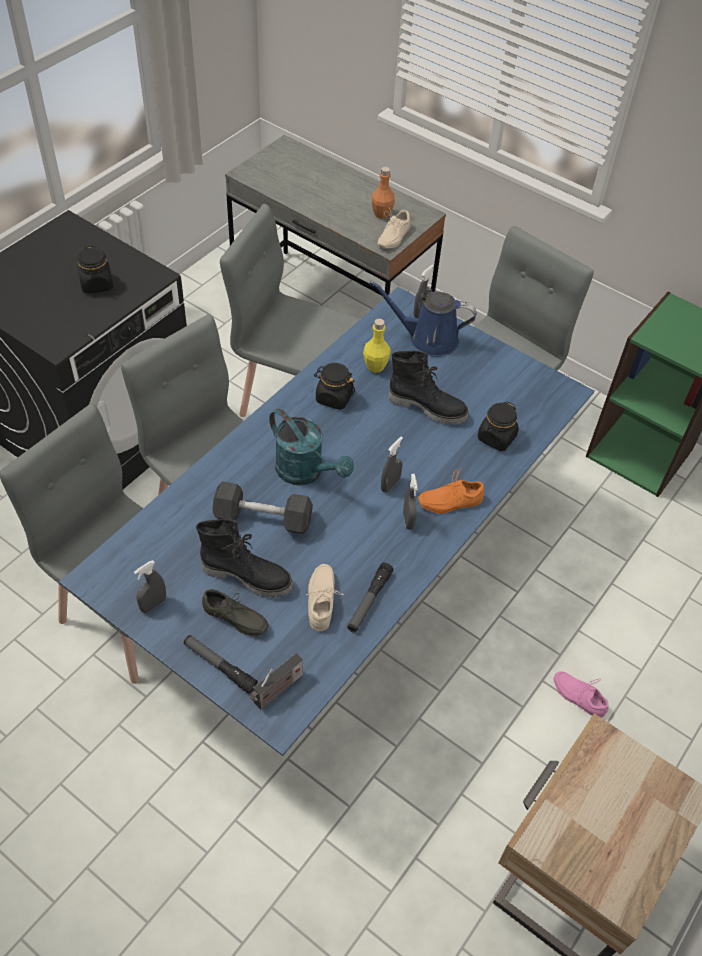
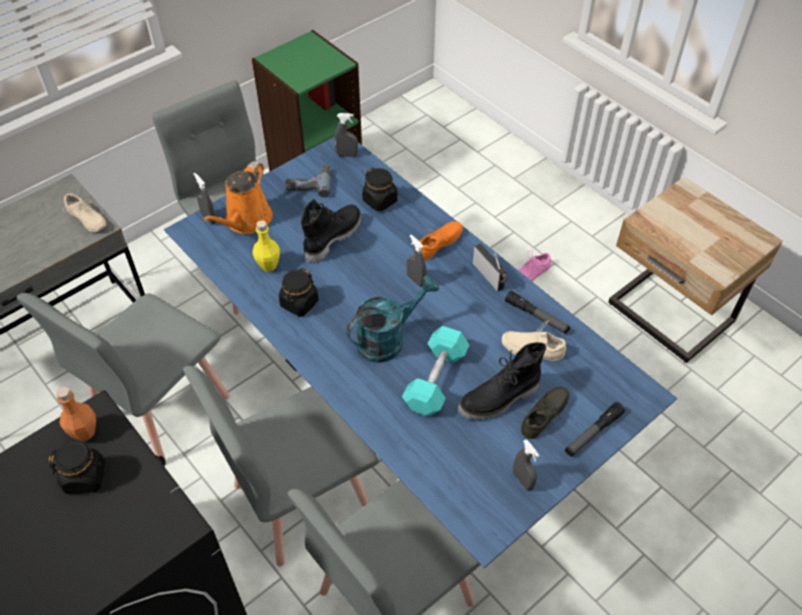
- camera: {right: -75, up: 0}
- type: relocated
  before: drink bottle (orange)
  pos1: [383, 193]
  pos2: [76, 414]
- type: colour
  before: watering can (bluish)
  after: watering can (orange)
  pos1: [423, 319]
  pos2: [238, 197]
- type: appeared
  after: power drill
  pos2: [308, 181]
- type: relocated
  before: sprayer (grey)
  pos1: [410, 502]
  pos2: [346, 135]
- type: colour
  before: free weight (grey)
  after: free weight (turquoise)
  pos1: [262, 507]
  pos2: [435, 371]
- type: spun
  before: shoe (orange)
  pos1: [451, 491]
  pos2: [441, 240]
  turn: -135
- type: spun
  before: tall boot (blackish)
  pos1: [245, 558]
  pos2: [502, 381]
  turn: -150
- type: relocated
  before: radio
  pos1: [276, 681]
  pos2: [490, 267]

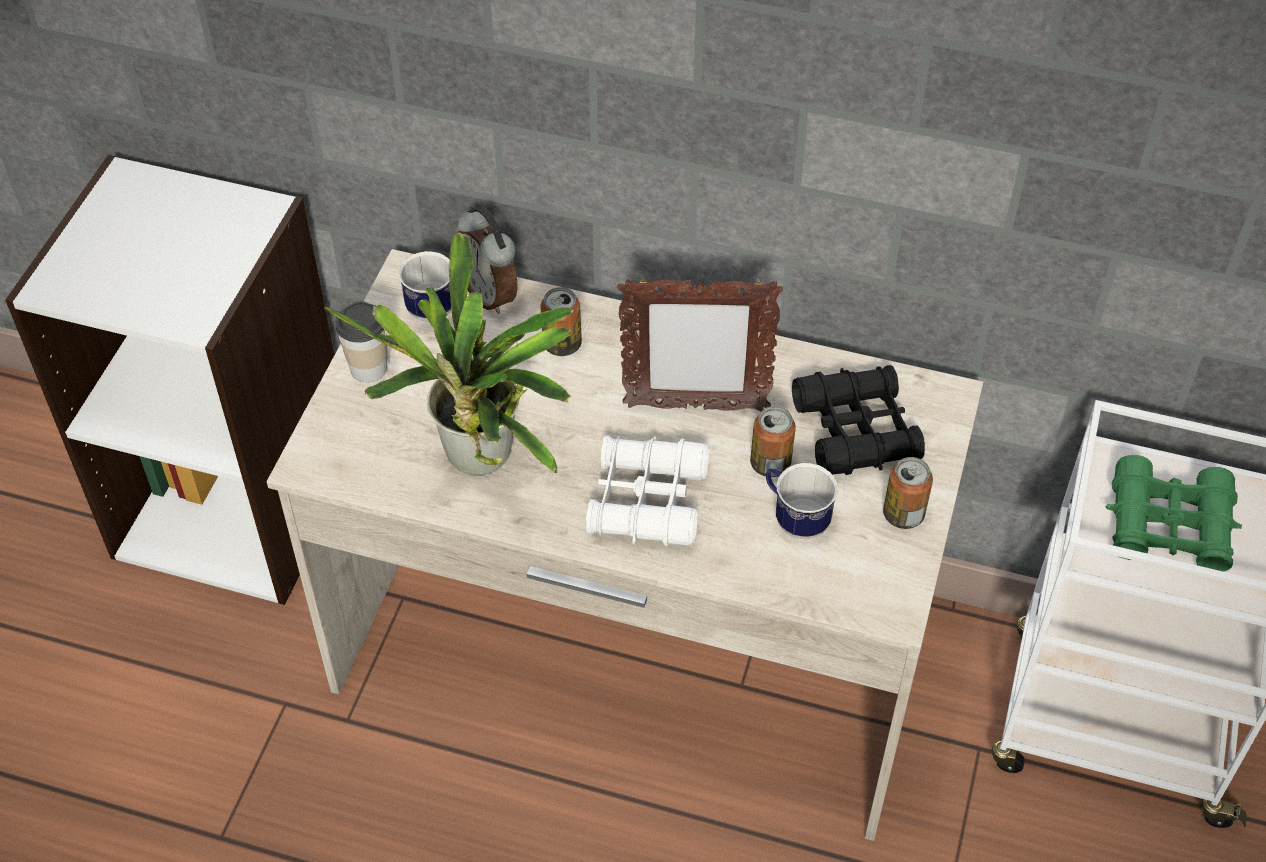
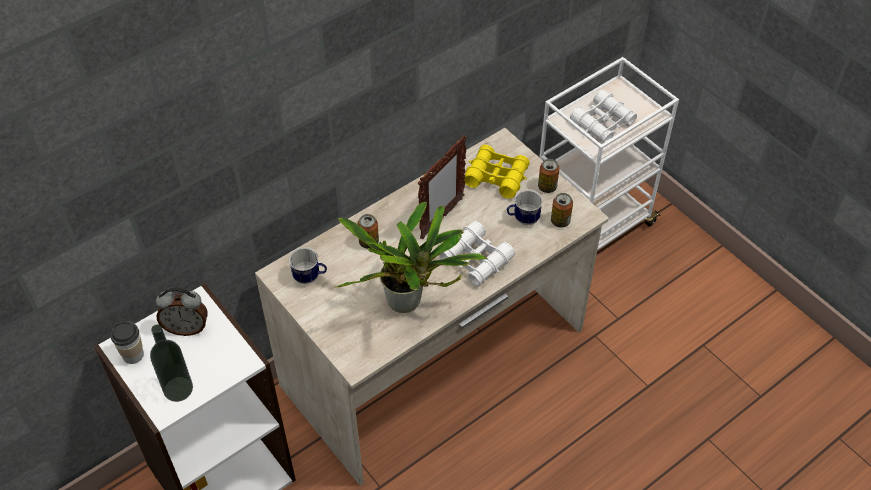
- camera: {right: -55, up: 0}
- type: relocated
  before: drinking cup
  pos1: [361, 341]
  pos2: [127, 342]
- type: appeared
  after: drink bottle
  pos2: [171, 363]
- type: relocated
  before: alarm clock
  pos1: [487, 260]
  pos2: [182, 311]
- type: colour
  before: binoculars (blackish)
  after: binoculars (yellowish)
  pos1: [858, 420]
  pos2: [497, 172]
- type: relocated
  before: can
  pos1: [773, 441]
  pos2: [562, 210]
- type: colour
  before: binoculars (green)
  after: binoculars (white)
  pos1: [1173, 513]
  pos2: [603, 116]

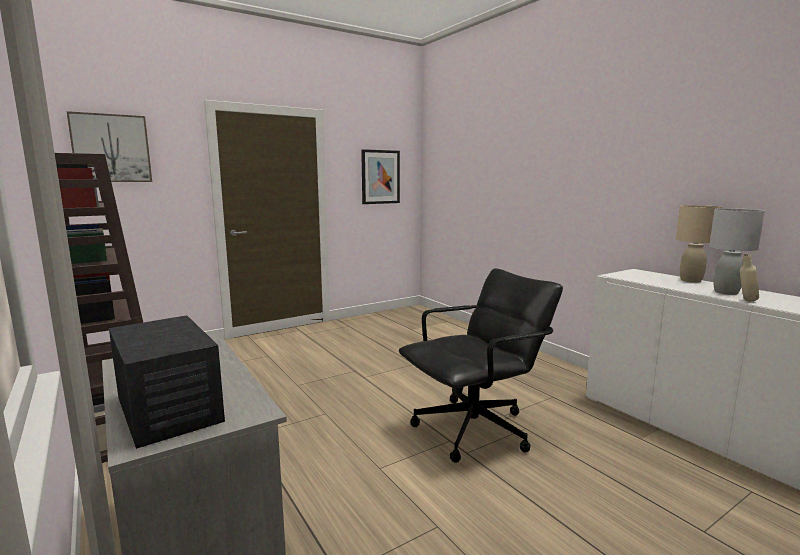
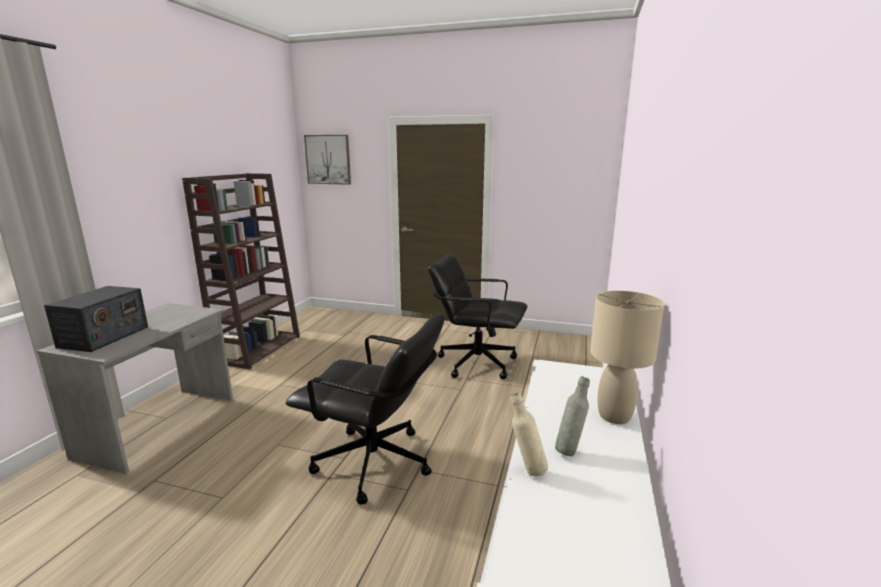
- camera: {right: 50, up: 5}
- type: appeared
  after: computer chair (blackish)
  pos2: [478, 316]
- type: exchanged
  before: lamp for a table (grey)
  after: drink bottle (grey)
  pos1: [737, 251]
  pos2: [572, 416]
- type: missing
  before: wall art
  pos1: [380, 176]

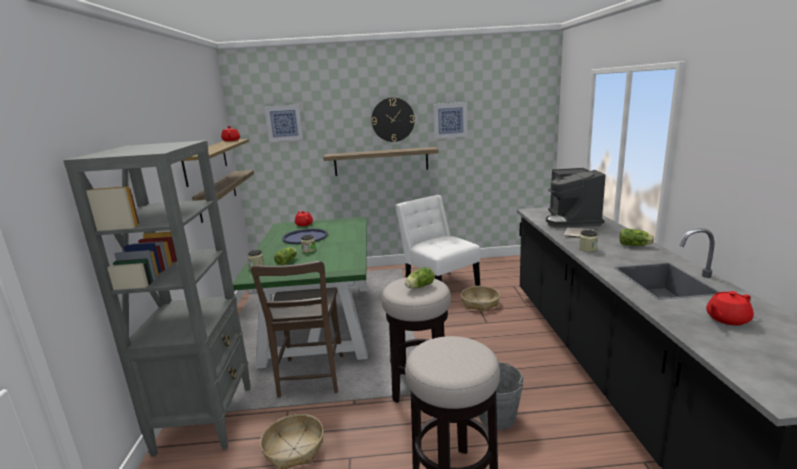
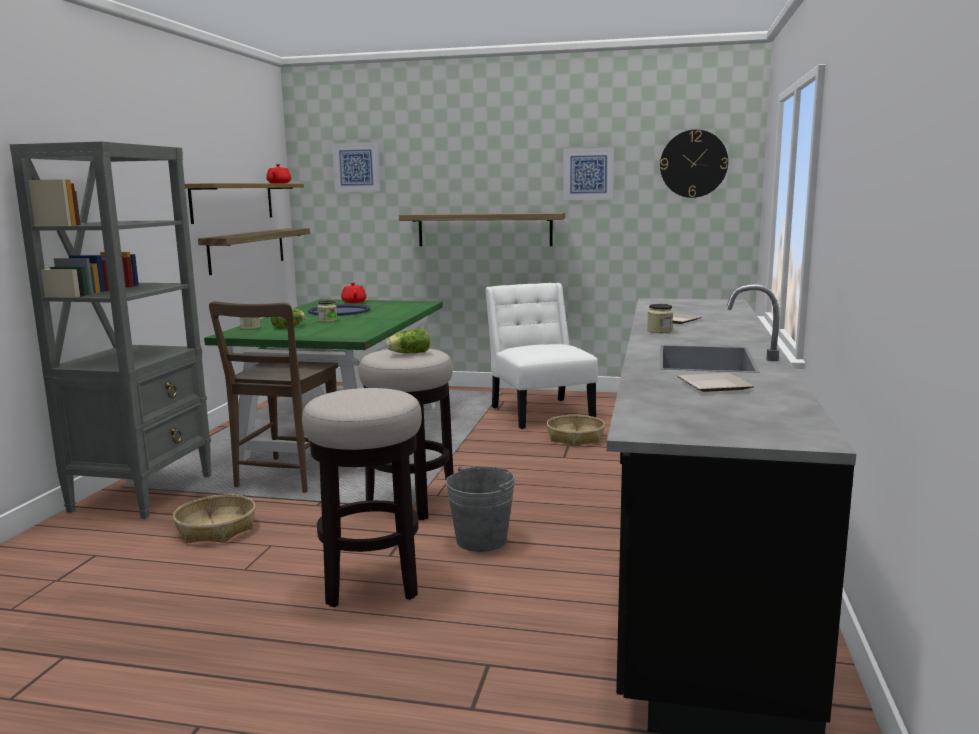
- camera: {right: 15, up: -5}
- type: relocated
  before: wall clock
  pos1: [393, 120]
  pos2: [694, 164]
- type: exchanged
  before: pot for tea (red)
  after: plate
  pos1: [730, 308]
  pos2: [716, 382]
- type: missing
  before: coffee machine
  pos1: [576, 198]
- type: missing
  before: head of lettuce
  pos1: [636, 237]

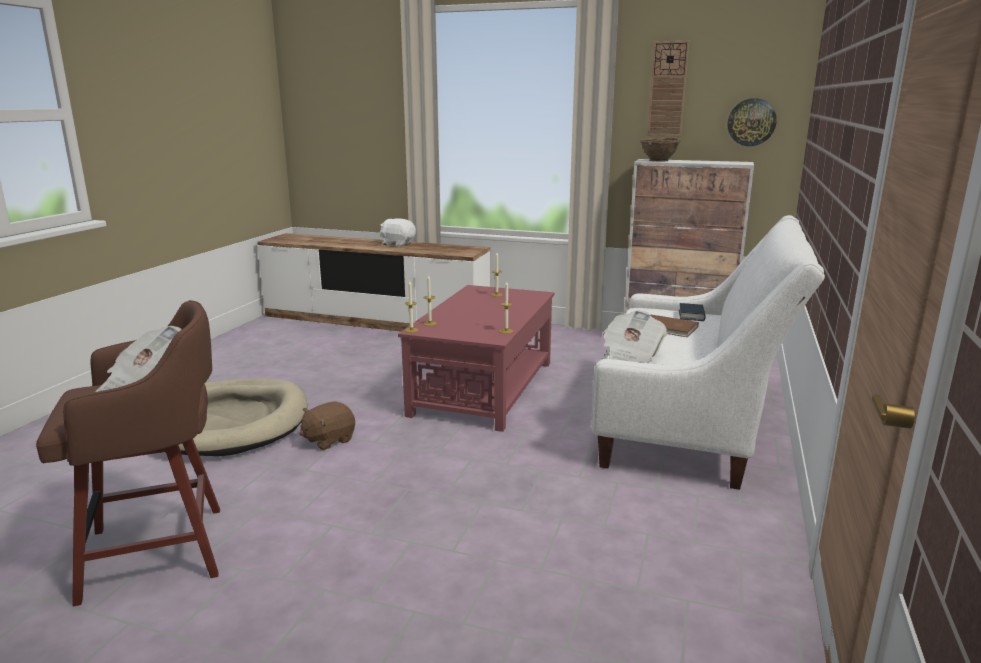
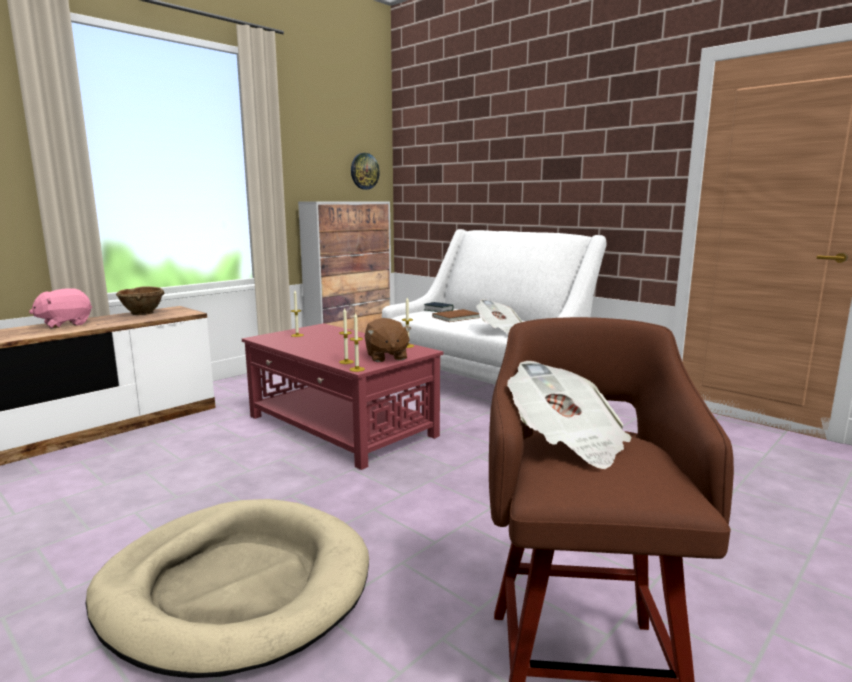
- camera: {right: -65, up: -5}
- type: colour
  before: soft toy (white)
  after: soft toy (pink-coloured)
  pos1: [398, 232]
  pos2: [60, 308]
- type: relocated
  before: serving bowl (brown-coloured)
  pos1: [660, 149]
  pos2: [140, 300]
- type: relocated
  before: soft toy (brown-coloured)
  pos1: [327, 425]
  pos2: [388, 340]
- type: missing
  before: wall clock
  pos1: [668, 88]

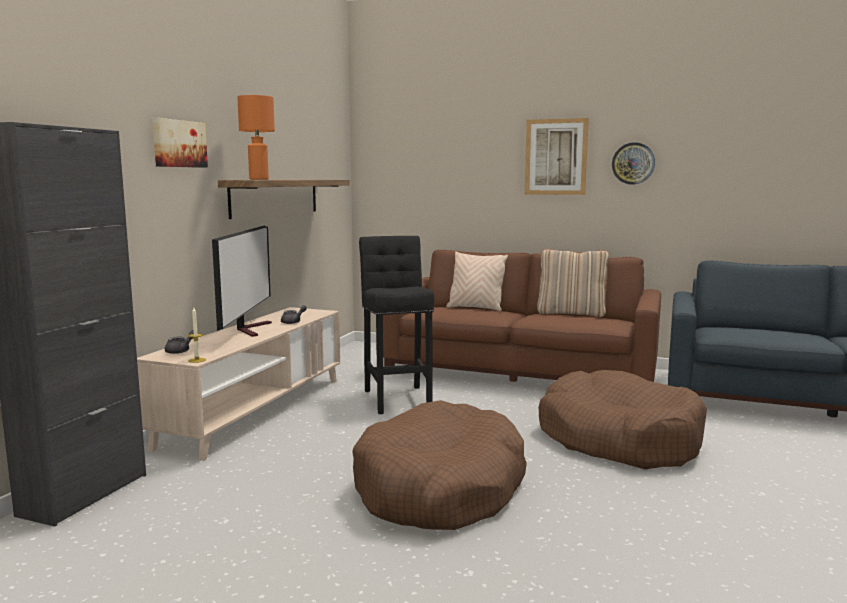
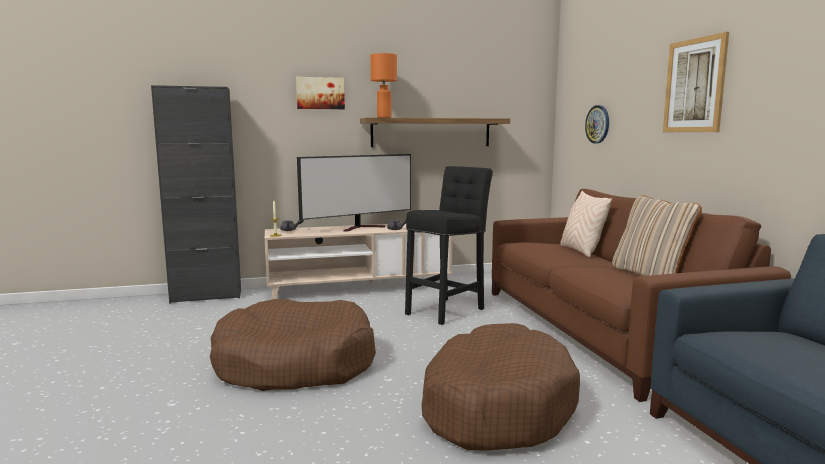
- camera: {right: 55, up: 0}
- type: relocated
  before: wall clock
  pos1: [633, 163]
  pos2: [597, 124]

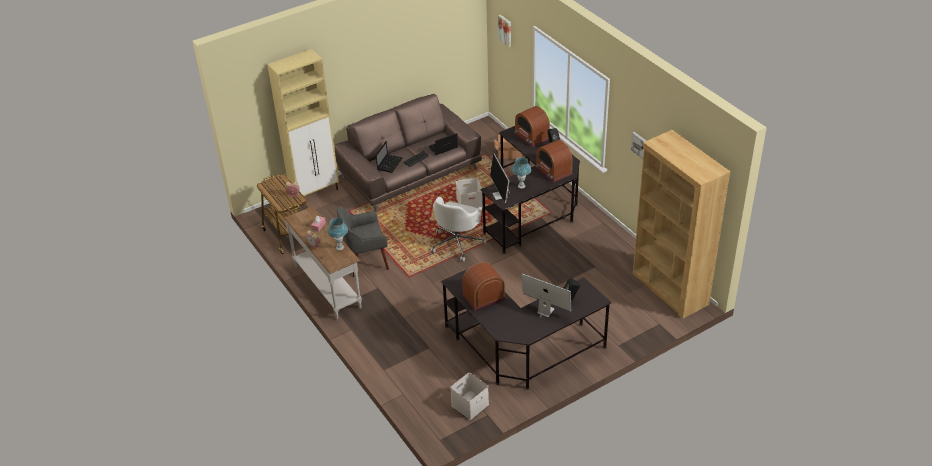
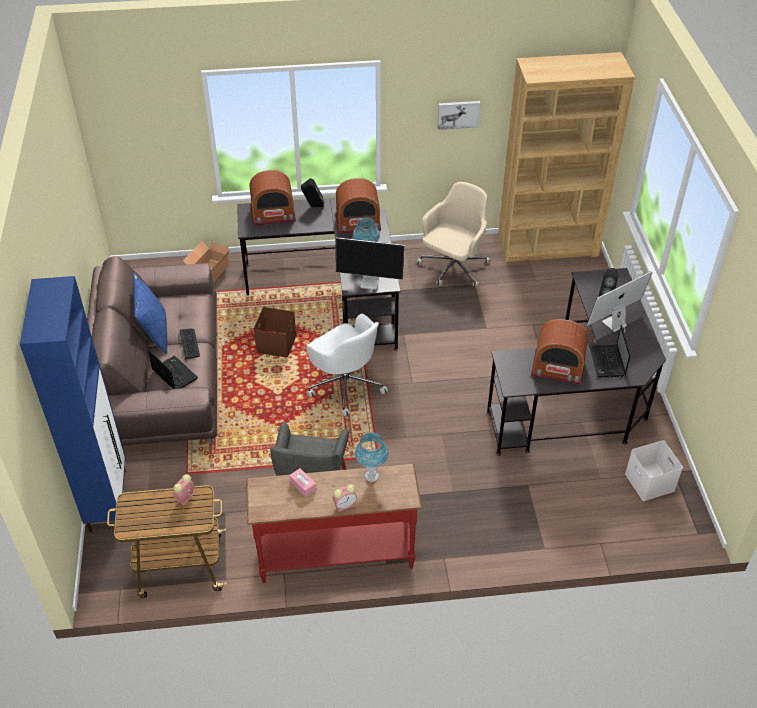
- camera: {right: -65, up: 5}
- type: colour
  before: cabinet (sand-coloured)
  after: cabinet (bluish)
  pos1: [303, 123]
  pos2: [73, 404]
- type: appeared
  after: cushion (bluish)
  pos2: [150, 313]
- type: colour
  before: hall table (white)
  after: hall table (red)
  pos1: [323, 262]
  pos2: [334, 523]
- type: colour
  before: storage bin (white)
  after: storage bin (brown-coloured)
  pos1: [469, 192]
  pos2: [275, 332]
- type: appeared
  after: computer chair (sand-coloured)
  pos2: [453, 235]
- type: spun
  before: radio
  pos1: [484, 286]
  pos2: [559, 352]
  turn: -75
- type: relocated
  before: notebook computer
  pos1: [443, 144]
  pos2: [610, 351]
- type: missing
  before: wall art
  pos1: [504, 31]

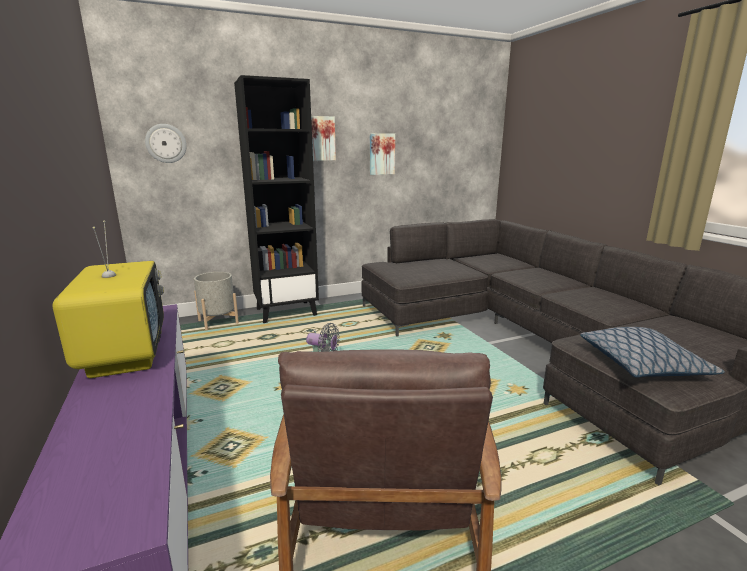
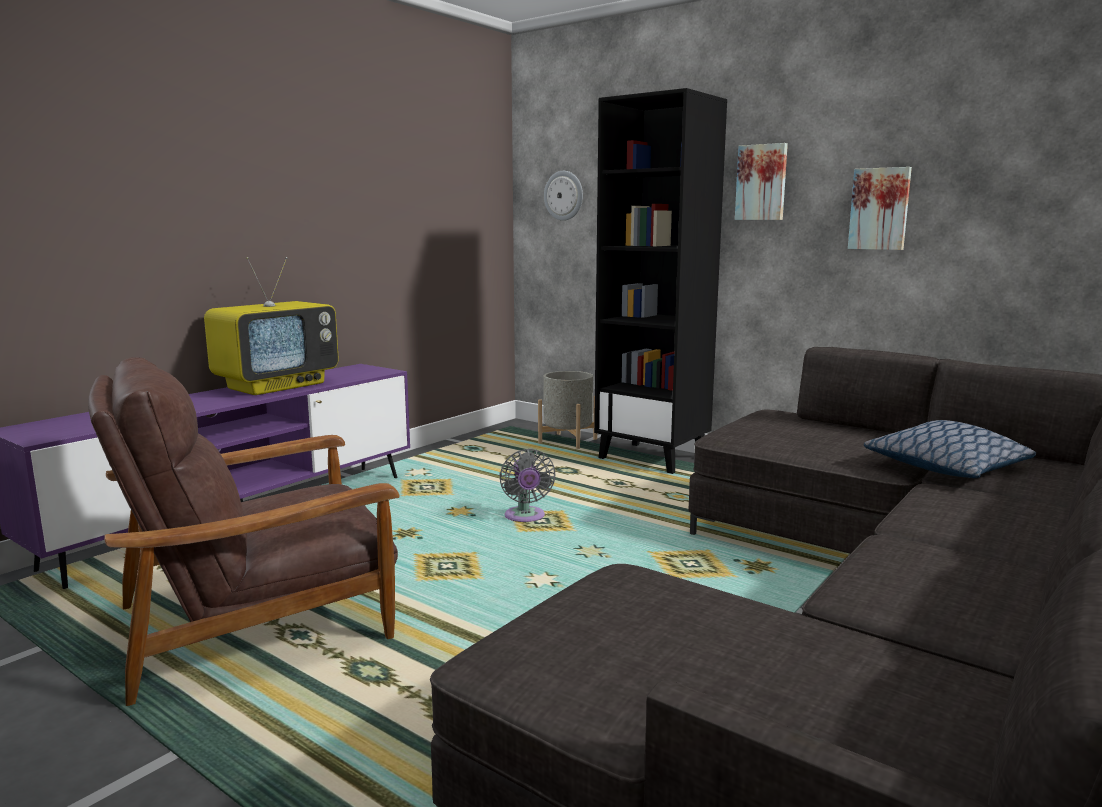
- camera: {right: 60, up: -5}
- type: relocated
  before: cushion
  pos1: [652, 352]
  pos2: [950, 449]

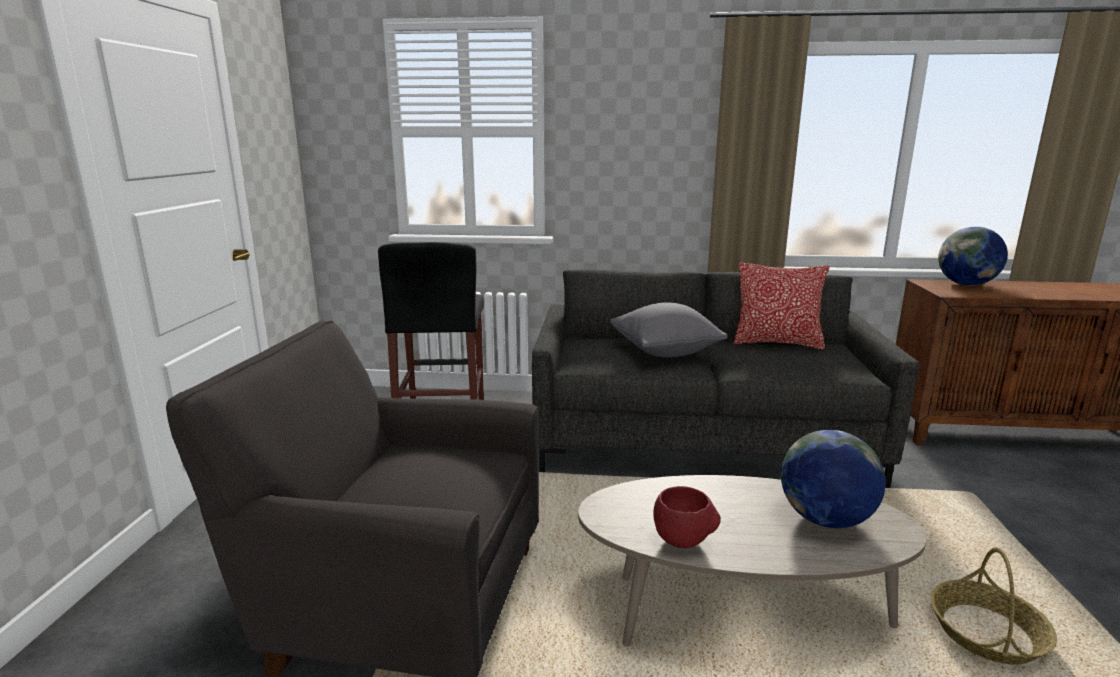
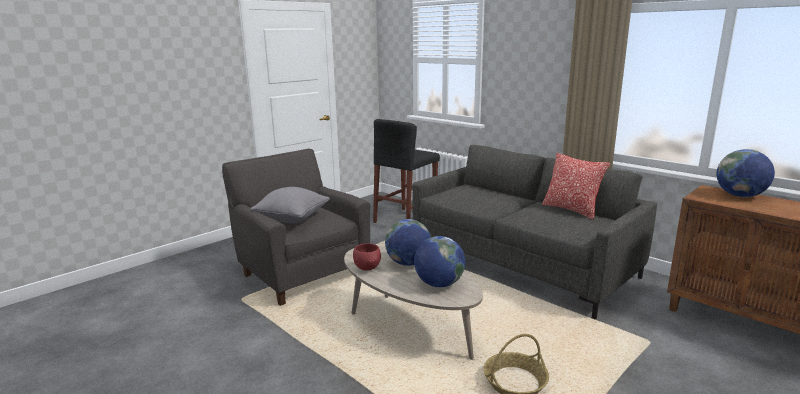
- camera: {right: 40, up: 0}
- type: relocated
  before: cushion (grey)
  pos1: [669, 330]
  pos2: [290, 205]
- type: appeared
  after: globe
  pos2: [408, 242]

